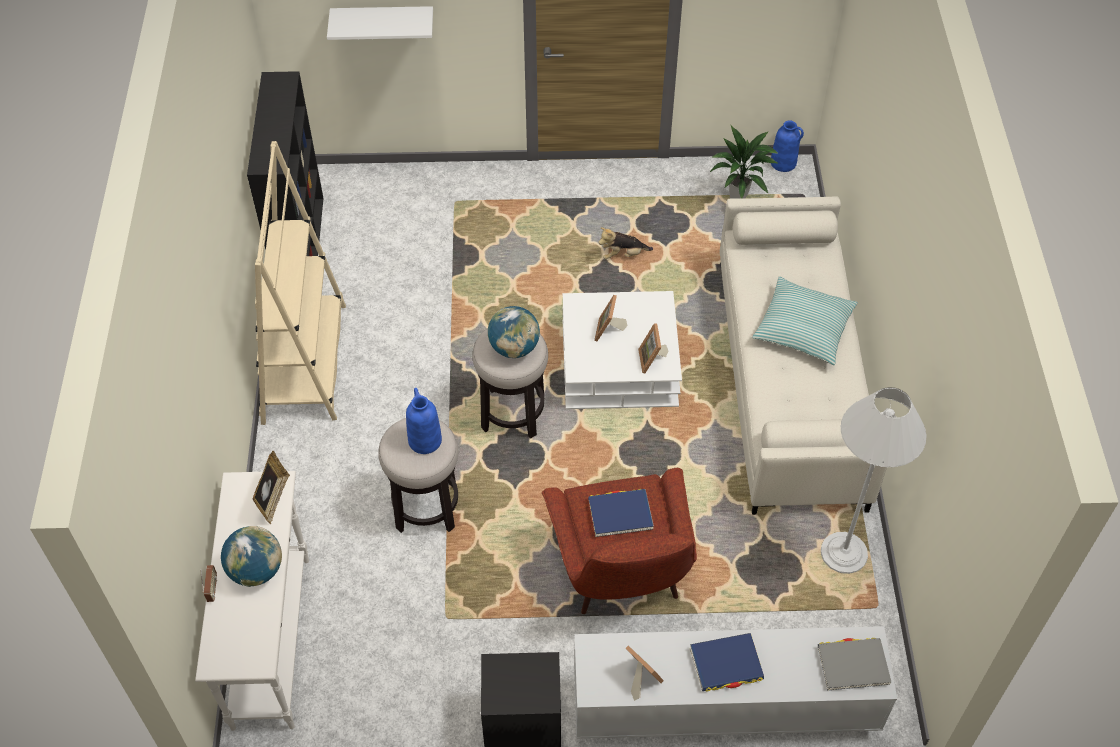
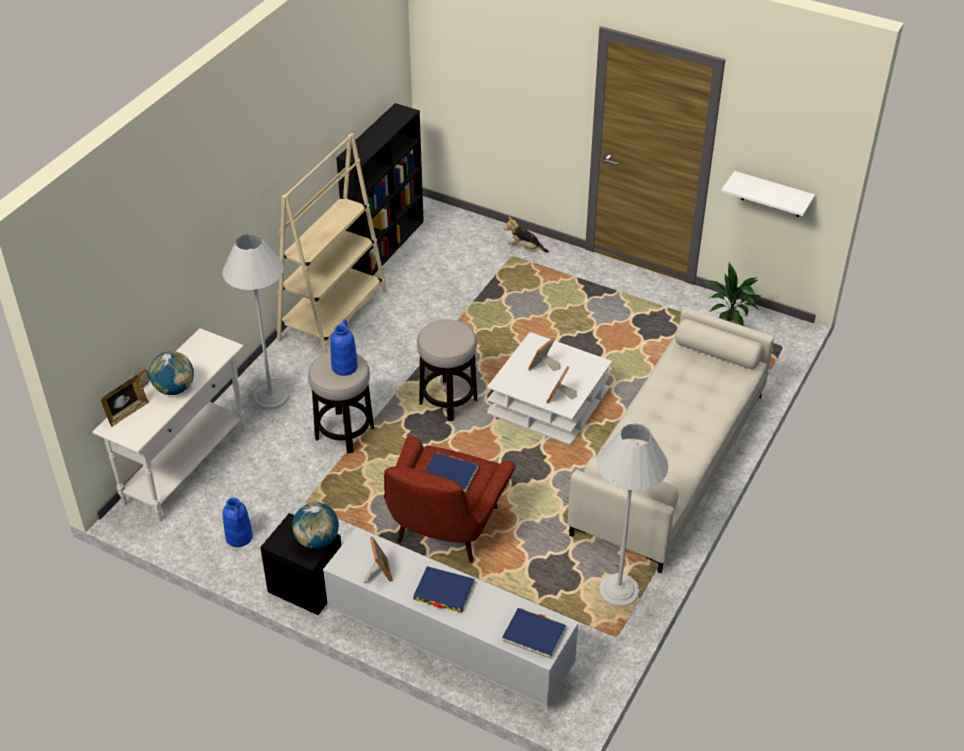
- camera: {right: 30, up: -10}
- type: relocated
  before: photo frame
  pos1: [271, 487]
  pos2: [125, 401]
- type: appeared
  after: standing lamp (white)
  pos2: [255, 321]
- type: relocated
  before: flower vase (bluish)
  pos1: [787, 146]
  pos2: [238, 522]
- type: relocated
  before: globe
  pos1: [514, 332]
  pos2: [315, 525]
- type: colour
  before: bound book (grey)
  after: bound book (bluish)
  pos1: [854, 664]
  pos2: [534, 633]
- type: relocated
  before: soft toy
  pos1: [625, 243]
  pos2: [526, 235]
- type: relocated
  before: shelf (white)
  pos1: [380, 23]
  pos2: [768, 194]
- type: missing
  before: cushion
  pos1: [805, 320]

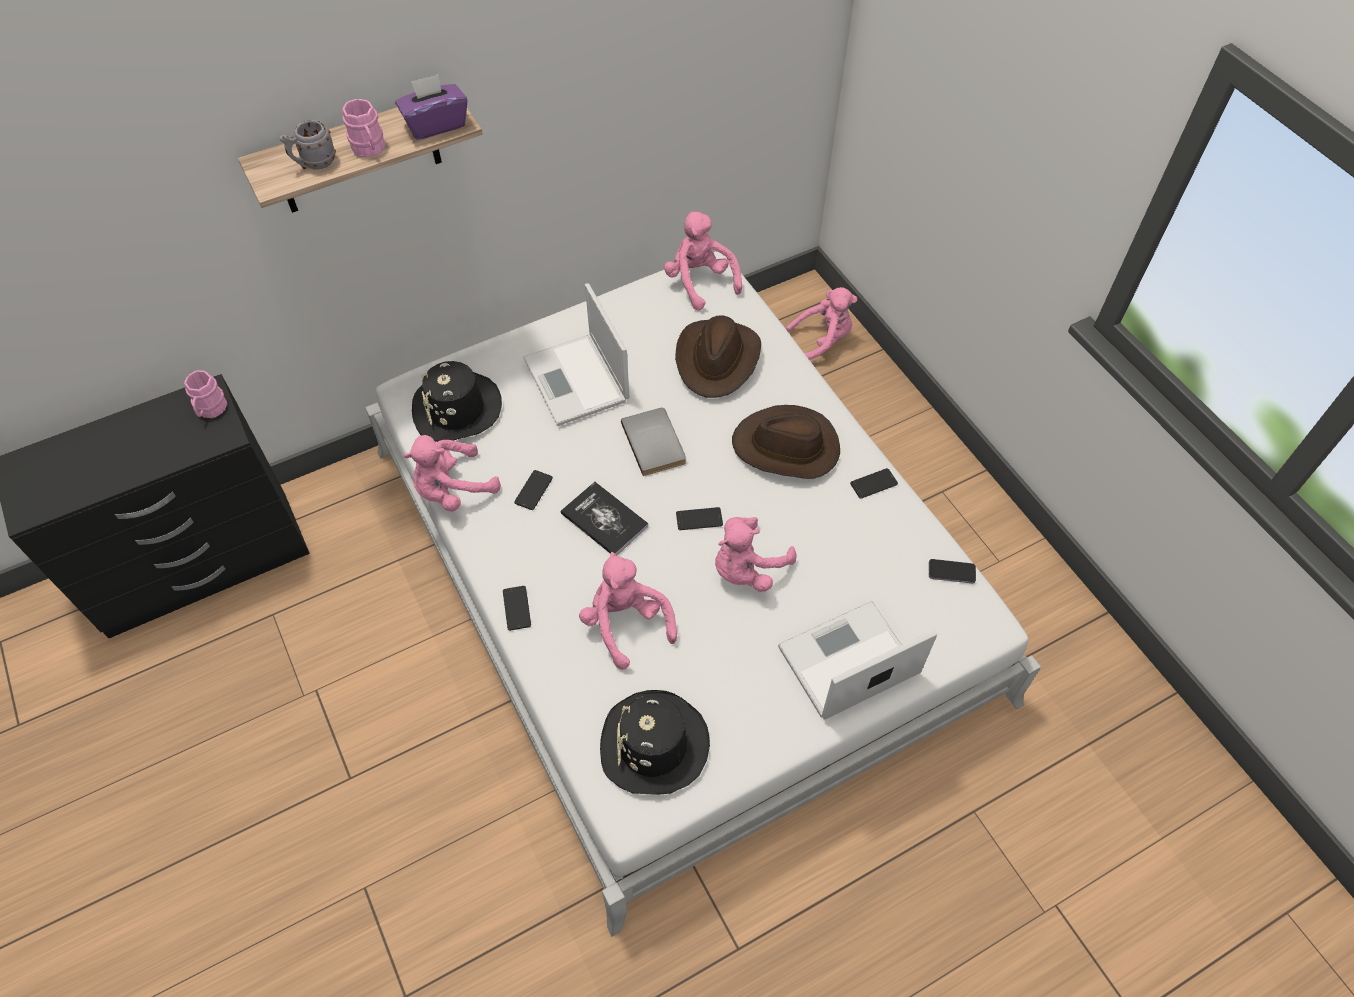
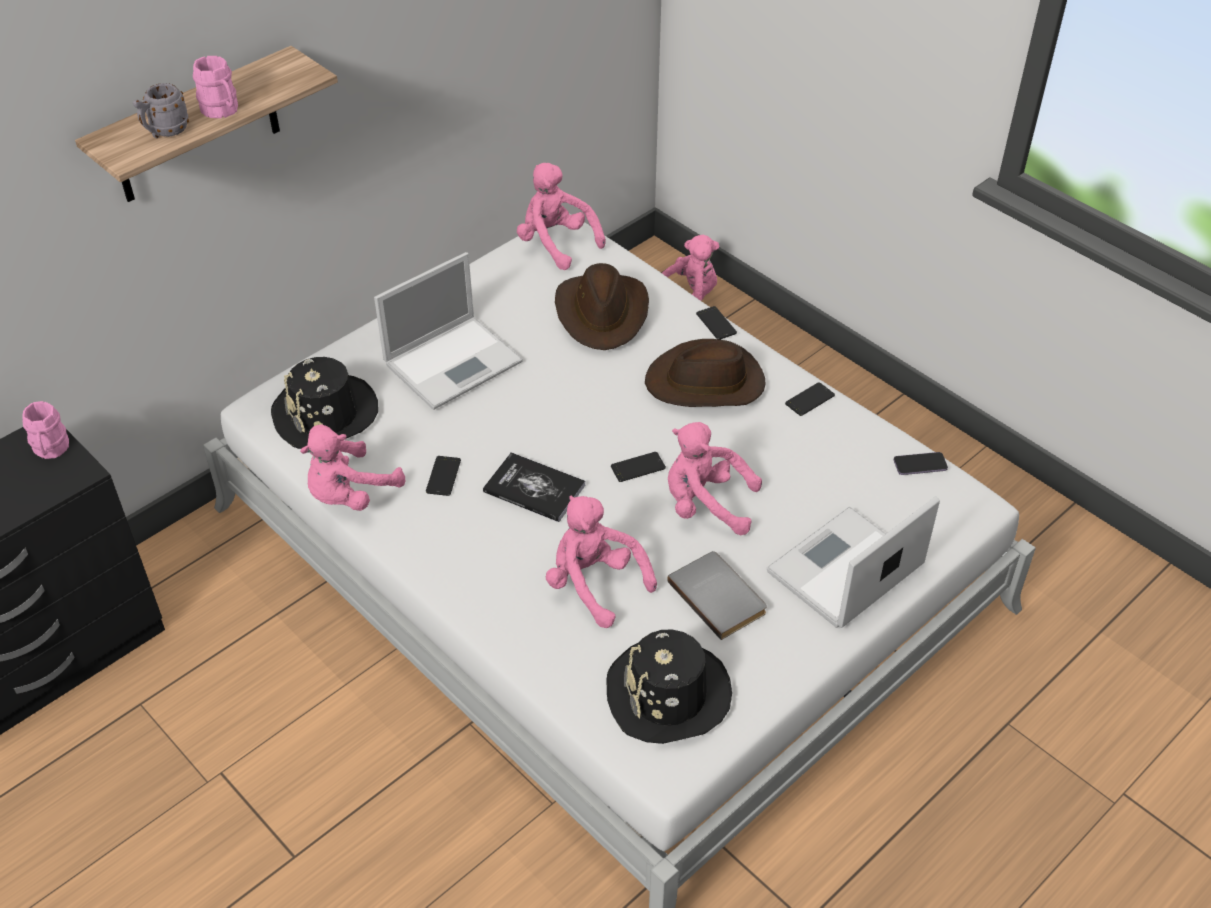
- camera: {right: -15, up: -10}
- type: spun
  before: notebook computer
  pos1: [576, 354]
  pos2: [448, 331]
  turn: -90
- type: relocated
  before: bound book (grey)
  pos1: [653, 442]
  pos2: [717, 595]
- type: spun
  before: soft toy (pink-coloured)
  pos1: [756, 554]
  pos2: [715, 479]
  turn: 75
- type: relocated
  before: telephone
  pos1: [517, 608]
  pos2: [716, 323]
- type: missing
  before: tissue holder (purple-coloured)
  pos1: [431, 107]

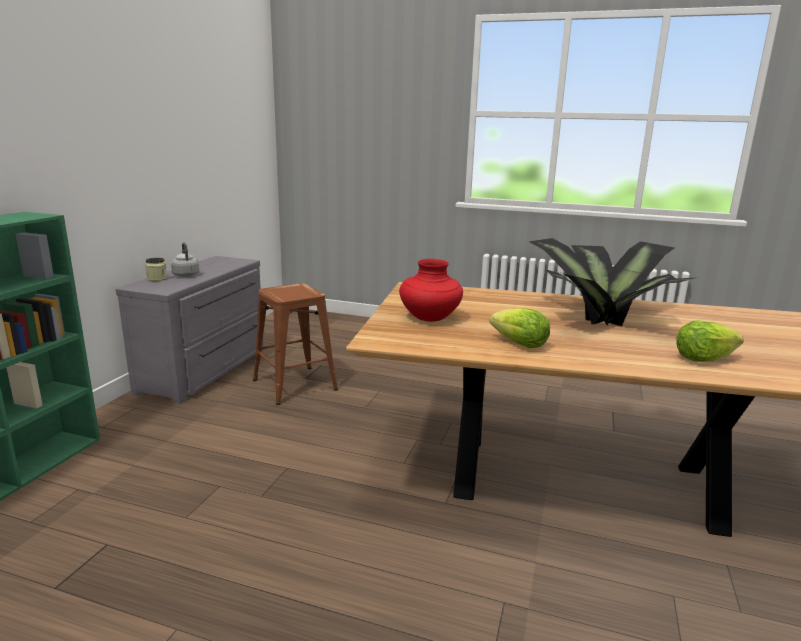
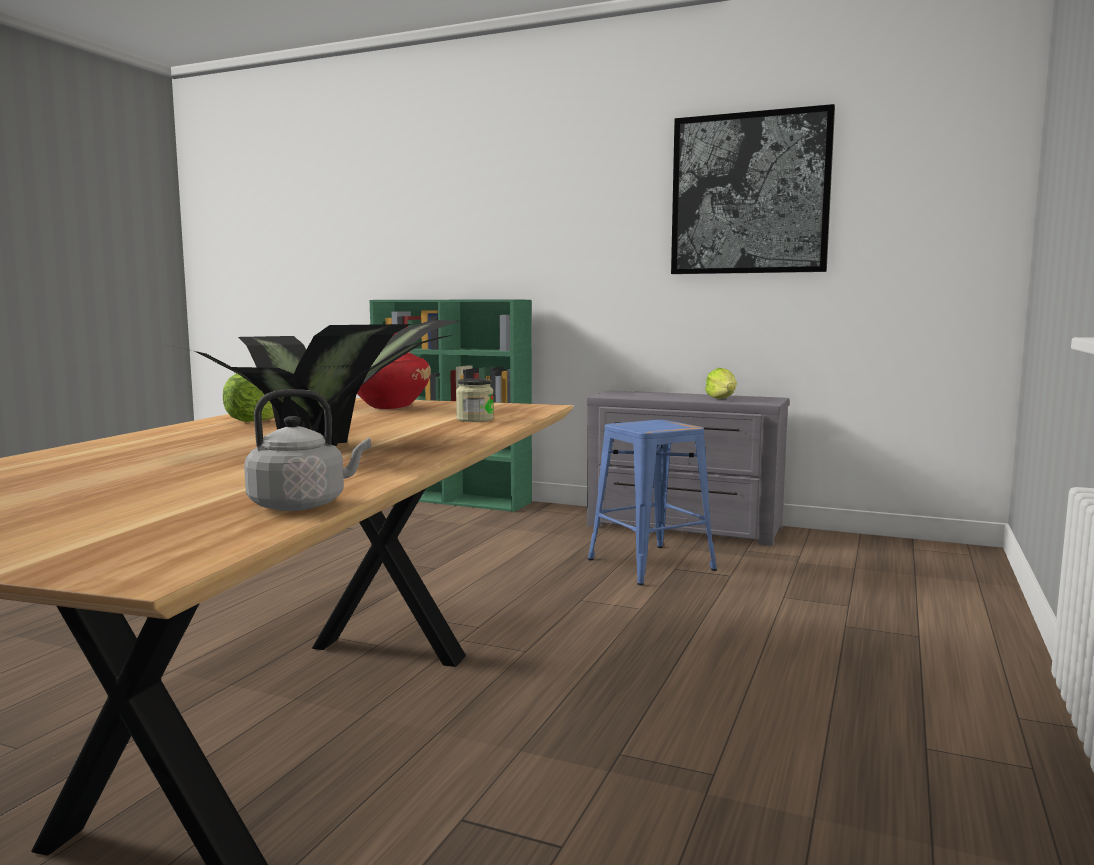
- camera: {right: 95, up: -10}
- type: relocated
  before: kettle (grey)
  pos1: [185, 259]
  pos2: [307, 450]
- type: relocated
  before: preserve jar
  pos1: [156, 269]
  pos2: [475, 400]
- type: colour
  before: sitting stool (brown-coloured)
  after: sitting stool (bluish)
  pos1: [295, 344]
  pos2: [652, 503]
- type: appeared
  after: wall art
  pos2: [753, 189]
- type: relocated
  before: head of lettuce
  pos1: [710, 341]
  pos2: [721, 383]

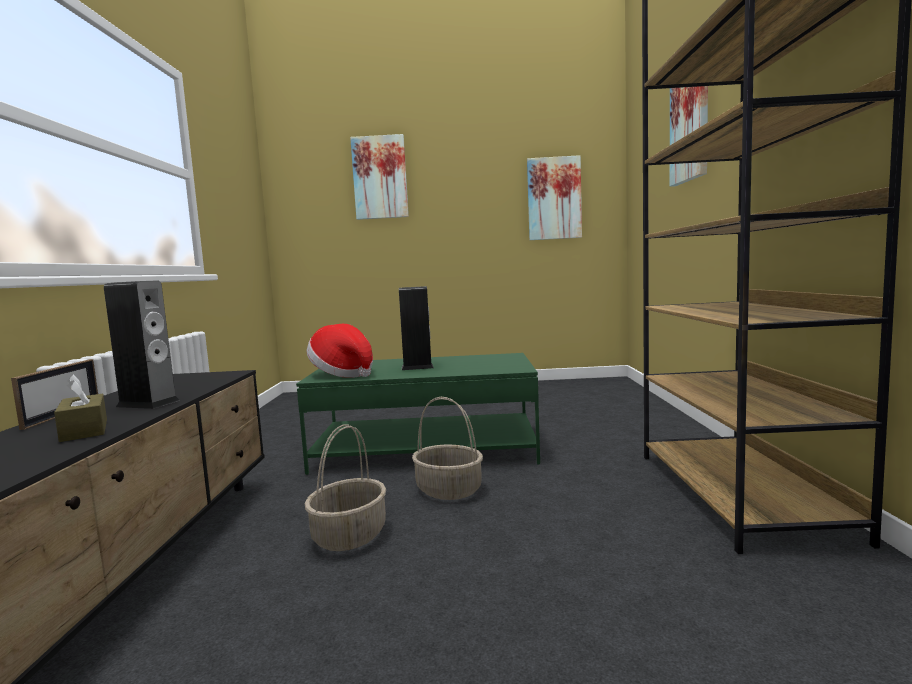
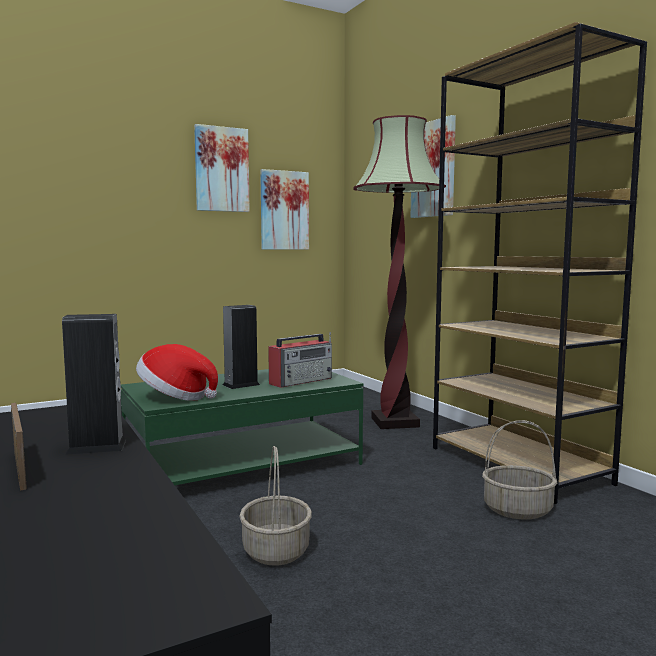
- camera: {right: -30, up: 0}
- type: relocated
  before: wall art
  pos1: [379, 177]
  pos2: [222, 168]
- type: appeared
  after: radio
  pos2: [300, 360]
- type: appeared
  after: standing lamp
  pos2: [400, 272]
- type: relocated
  before: basket
  pos1: [447, 448]
  pos2: [519, 470]
- type: missing
  before: tissue holder (brown-coloured)
  pos1: [80, 408]

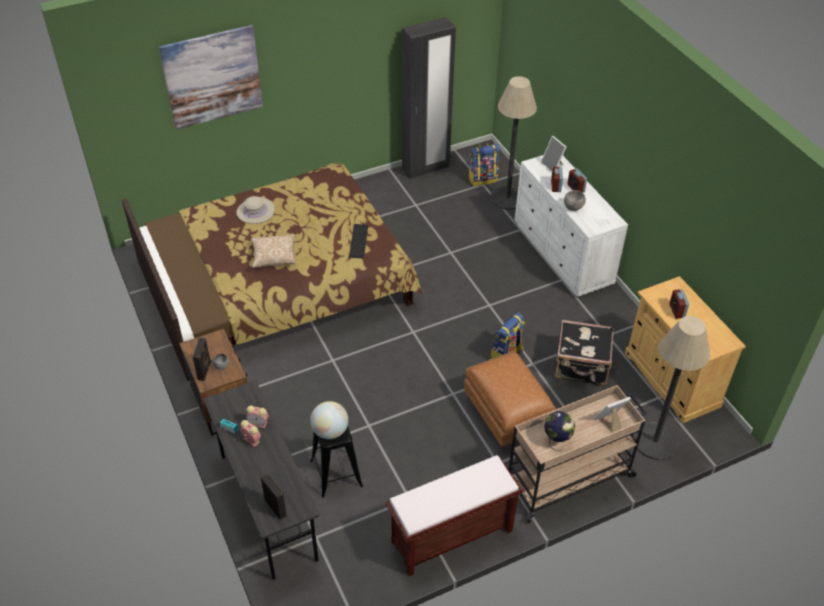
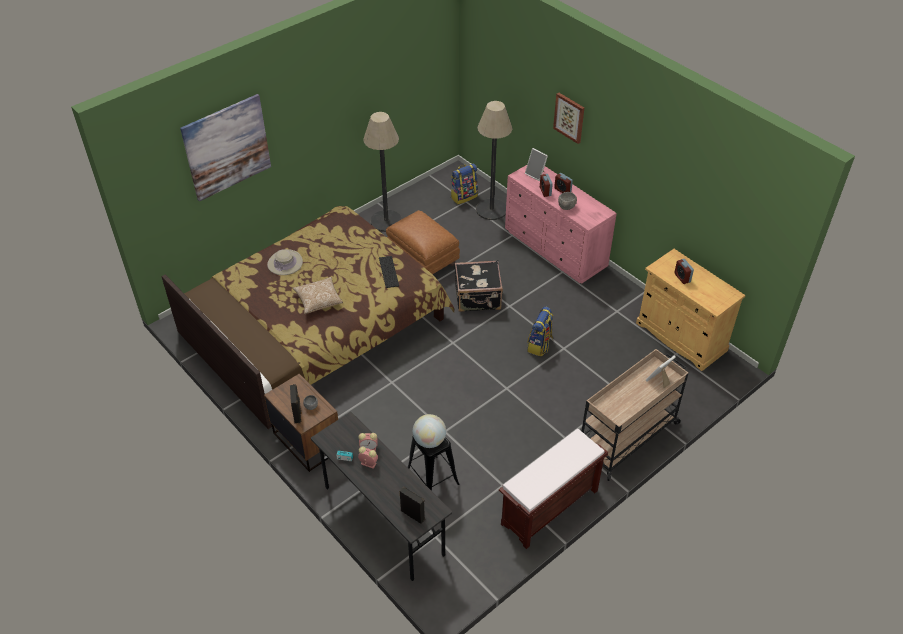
- camera: {right: -15, up: 0}
- type: relocated
  before: standing lamp
  pos1: [671, 388]
  pos2: [382, 172]
- type: relocated
  before: pouffe (brown-coloured)
  pos1: [510, 400]
  pos2: [423, 242]
- type: relocated
  before: suitcase (blackish)
  pos1: [584, 353]
  pos2: [479, 286]
- type: colour
  before: dresser (white)
  after: dresser (pink-coloured)
  pos1: [571, 226]
  pos2: [561, 224]
- type: appeared
  after: wall art
  pos2: [568, 118]
- type: missing
  before: clothes cupboard (blackish)
  pos1: [429, 98]
- type: missing
  before: globe
  pos1: [559, 431]

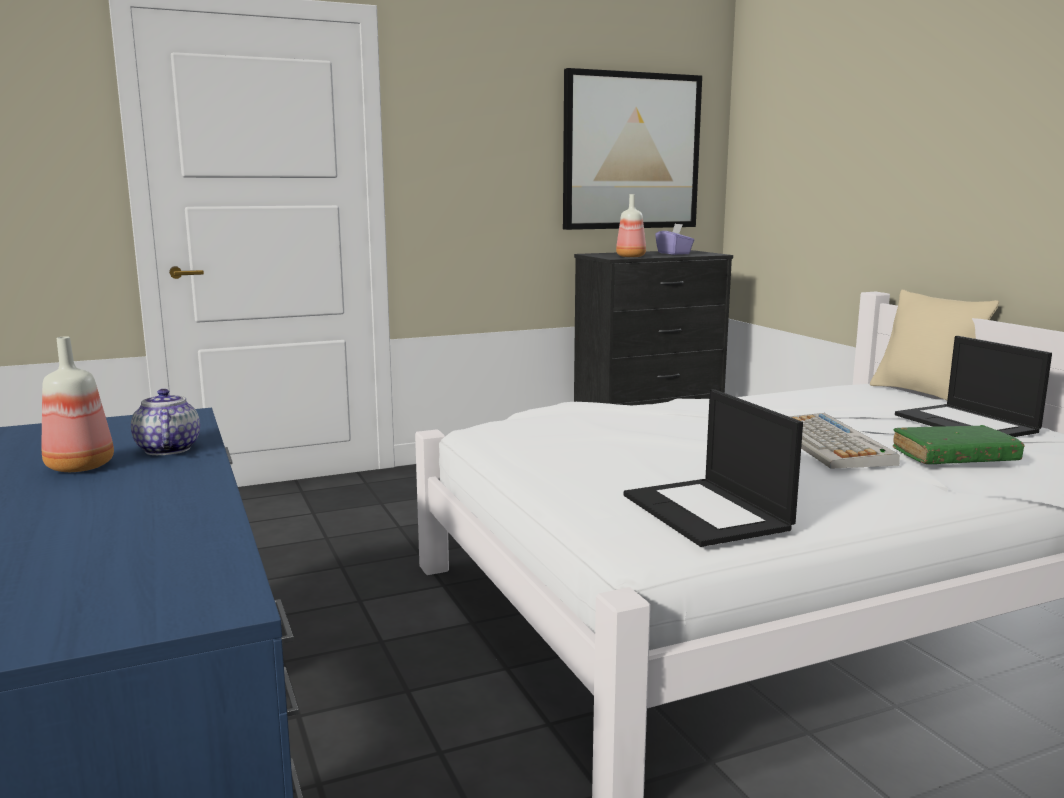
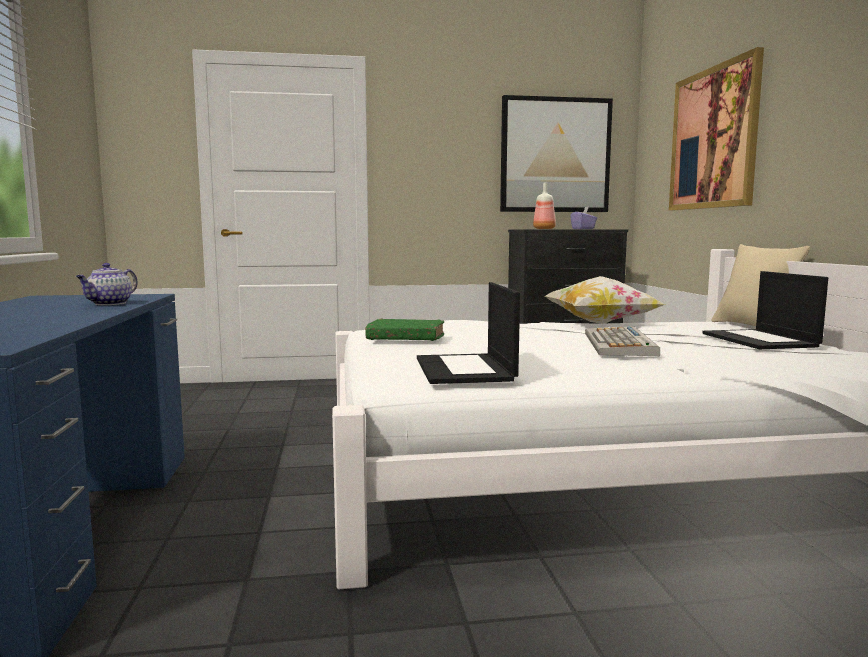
- camera: {right: 15, up: -5}
- type: spun
  before: pot for tea
  pos1: [165, 422]
  pos2: [107, 284]
  turn: -150
- type: relocated
  before: bound book (green)
  pos1: [959, 444]
  pos2: [404, 329]
- type: appeared
  after: cushion
  pos2: [605, 299]
- type: appeared
  after: wall art
  pos2: [716, 128]
- type: missing
  before: drink bottle
  pos1: [77, 404]

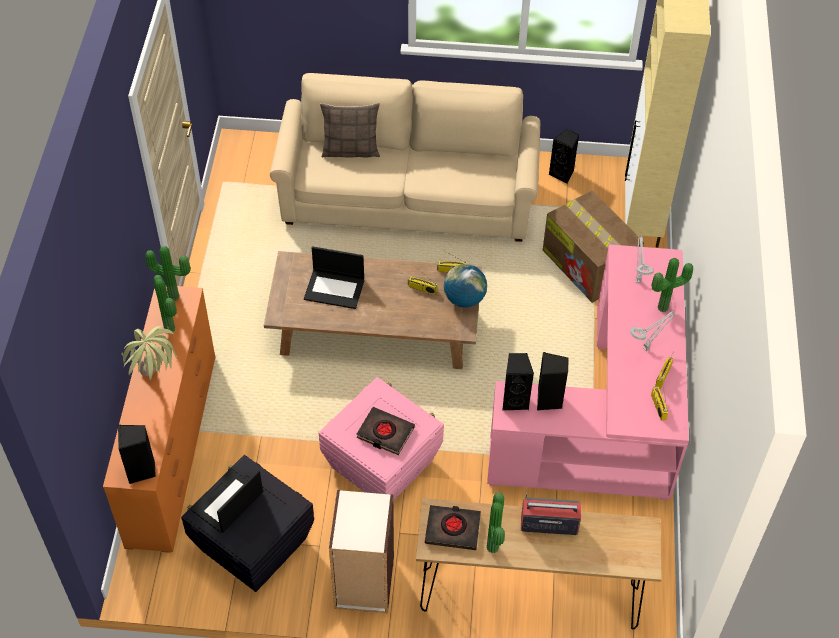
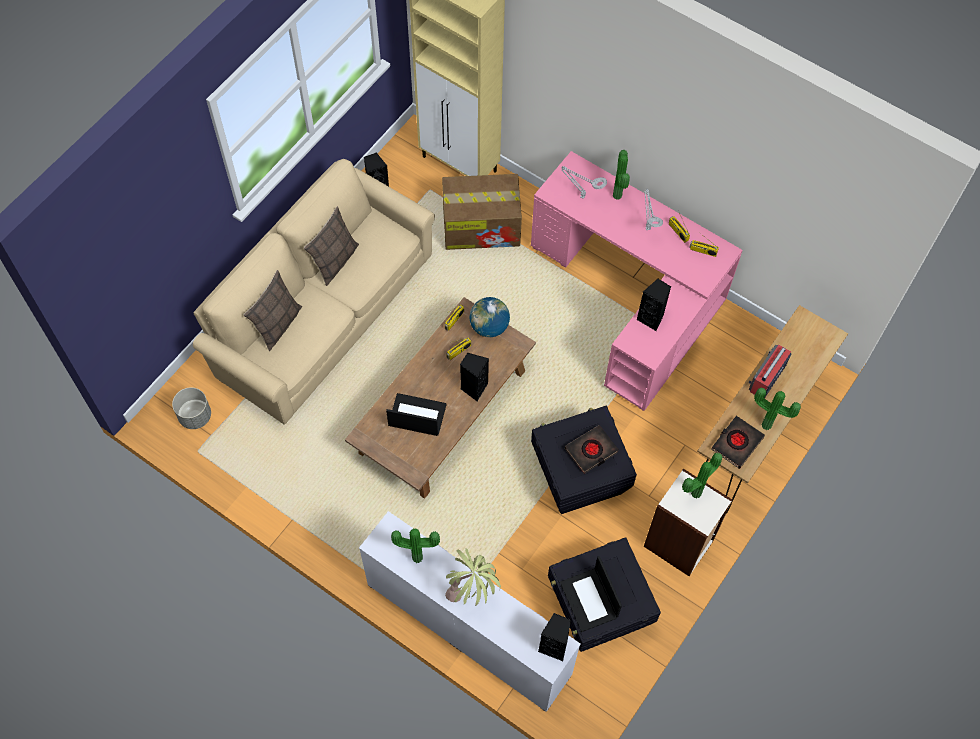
- camera: {right: -60, up: 10}
- type: appeared
  after: planter (grey)
  pos2: [191, 408]
- type: appeared
  after: cushion
  pos2: [331, 246]
- type: colour
  before: dresser (orange)
  after: dresser (white)
  pos1: [159, 419]
  pos2: [470, 611]
- type: spun
  before: notebook computer
  pos1: [334, 277]
  pos2: [416, 414]
  turn: -120
- type: relocated
  before: speaker (blackish)
  pos1: [518, 381]
  pos2: [474, 377]
- type: colour
  before: storage bin (pink-coloured)
  after: storage bin (blackish)
  pos1: [381, 439]
  pos2: [584, 460]
- type: relocated
  before: houseplant
  pos1: [168, 273]
  pos2: [702, 476]

